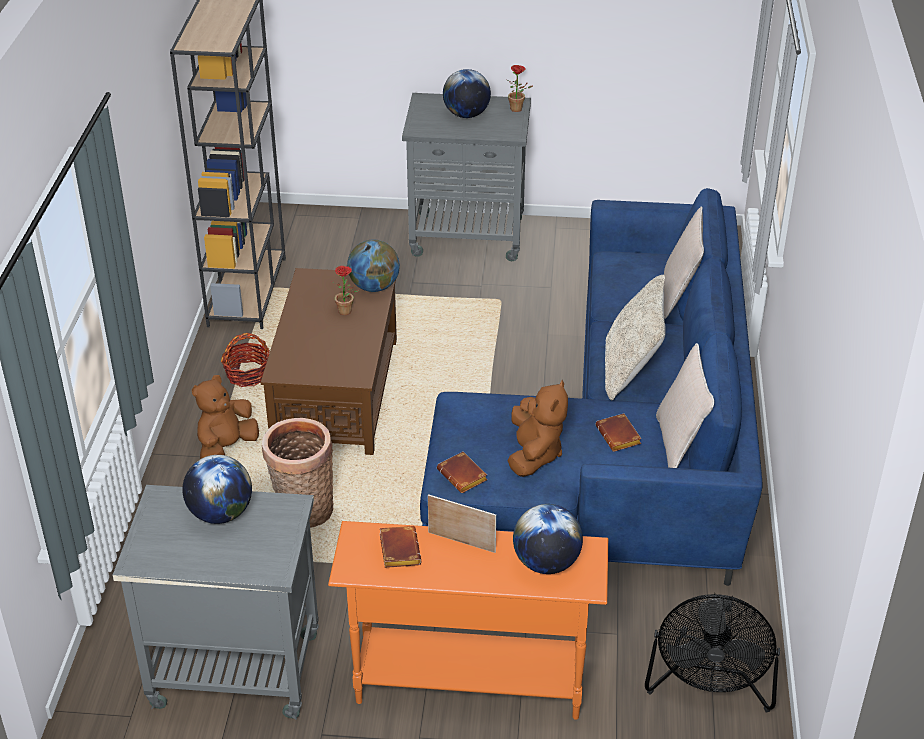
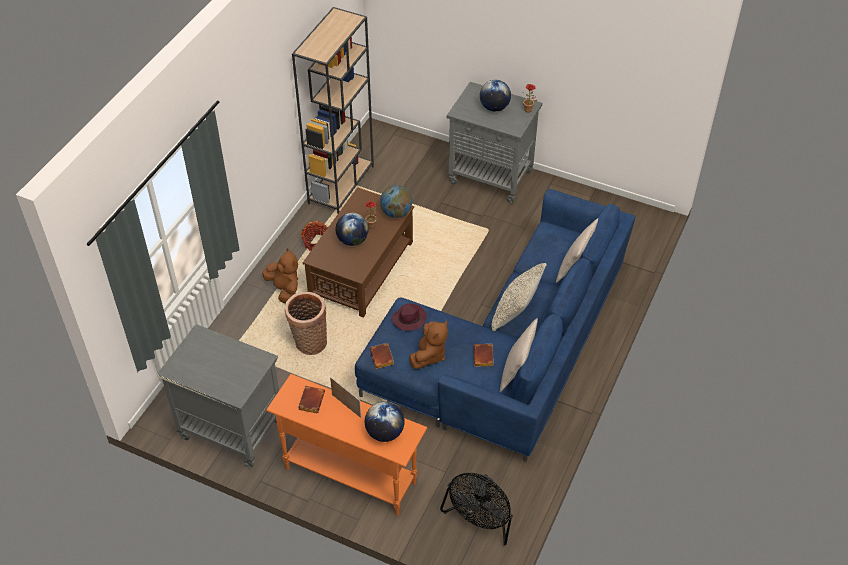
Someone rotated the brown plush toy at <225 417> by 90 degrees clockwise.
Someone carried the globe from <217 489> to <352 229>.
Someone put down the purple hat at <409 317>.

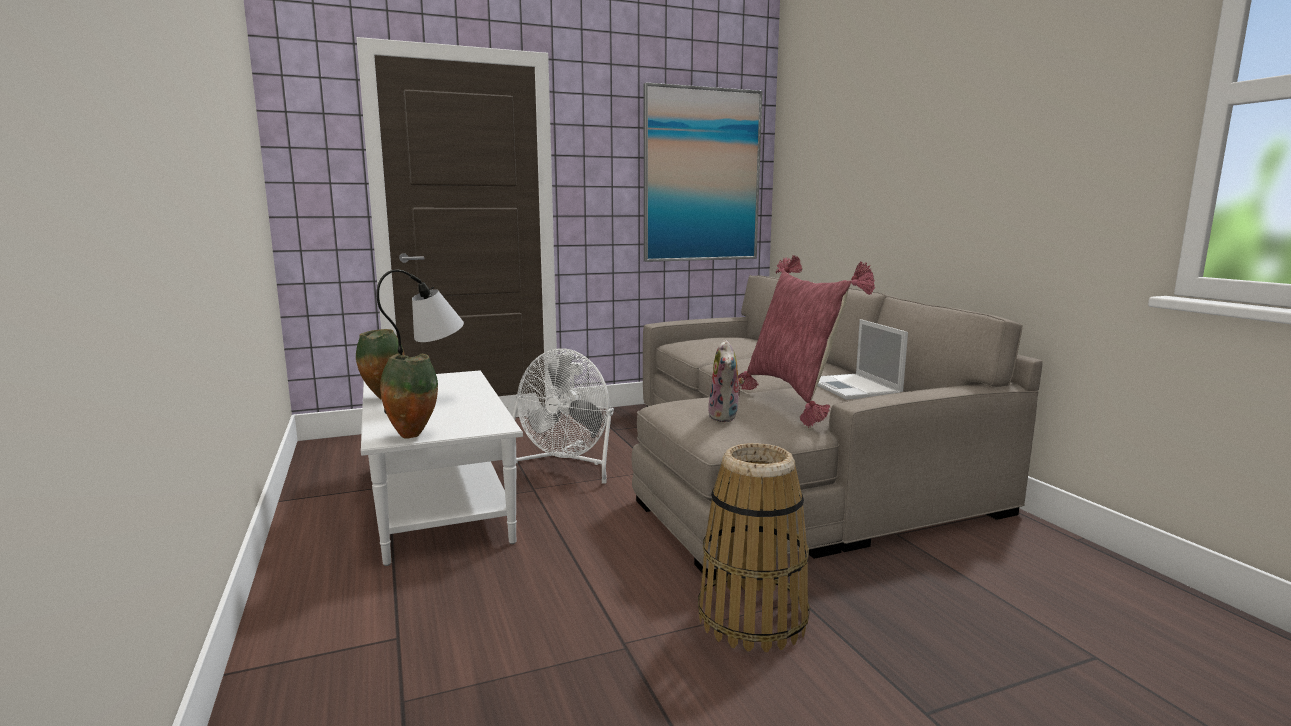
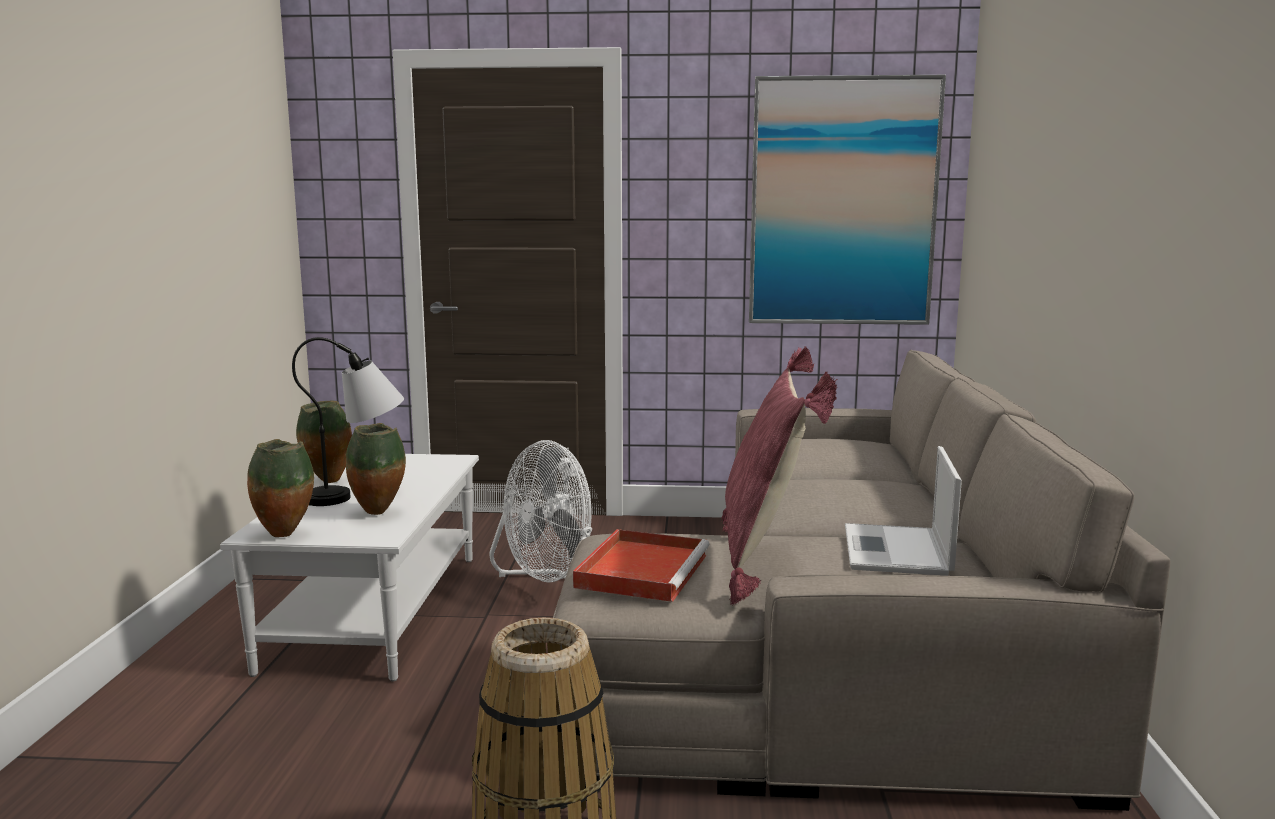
Someone swapped the plush toy at <726 380> for the red tray at <641 565>.
Someone put down the vase at <376 469>.

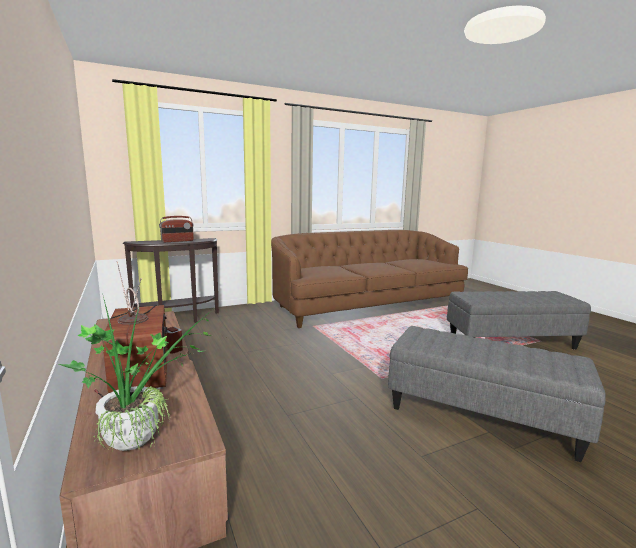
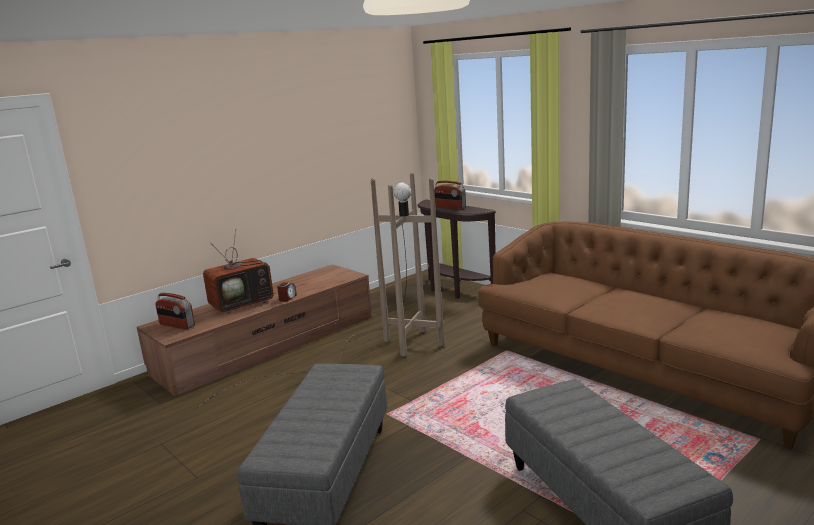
Someone swapped the potted plant at <135 374> for the radio at <175 311>.
Someone put down the brown floor lamp at <320 291>.

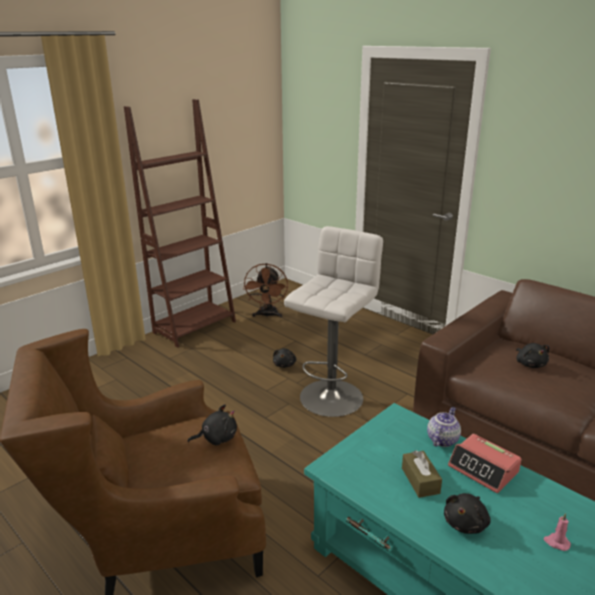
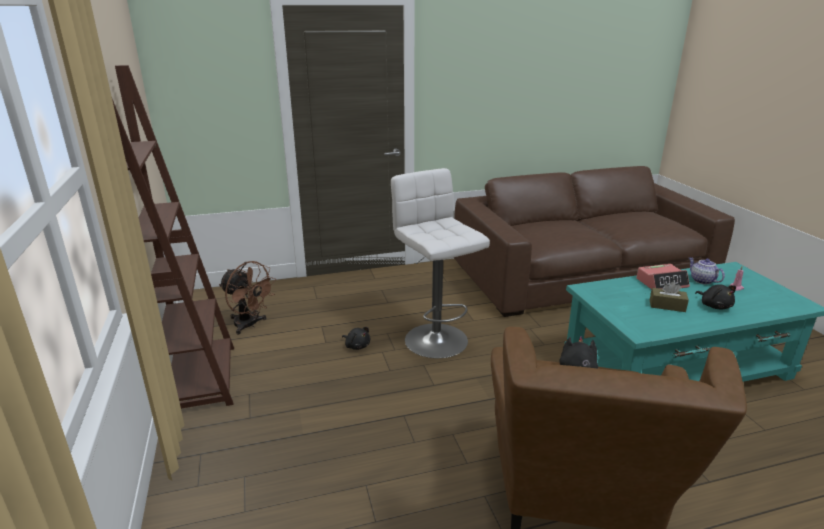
Someone took away the black plush toy at <533 355>.
Someone carried the teapot from <444 427> to <707 270>.

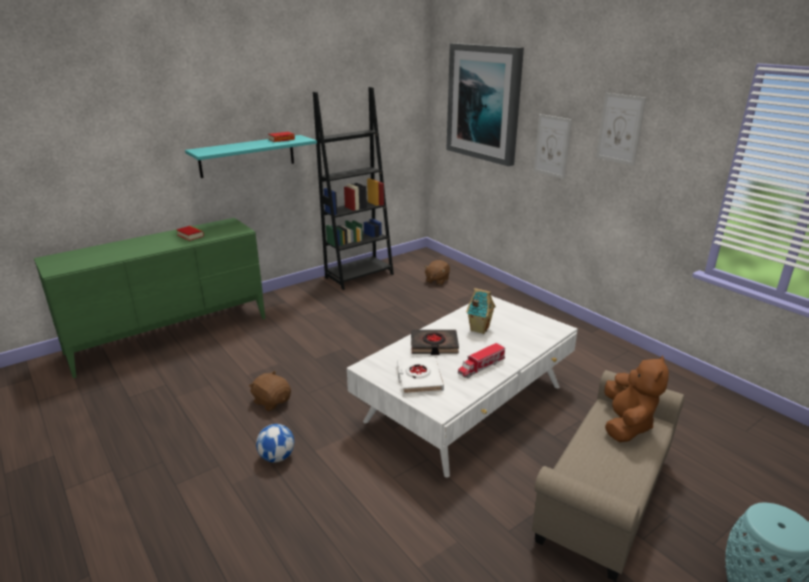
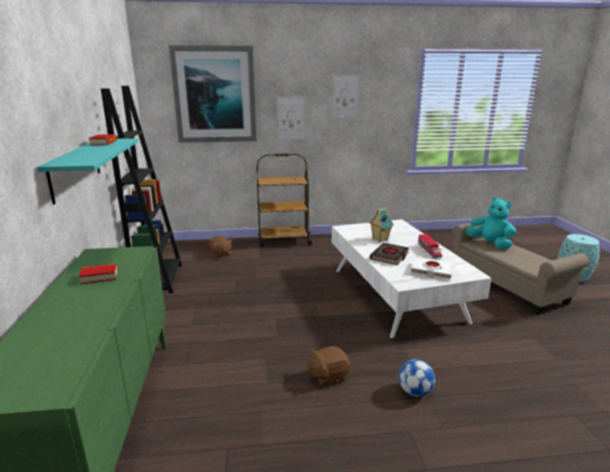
Someone repainted the brown plush toy at <637 398>, which became the turquoise plush toy at <491 223>.
Someone put down the brown cart at <284 200>.

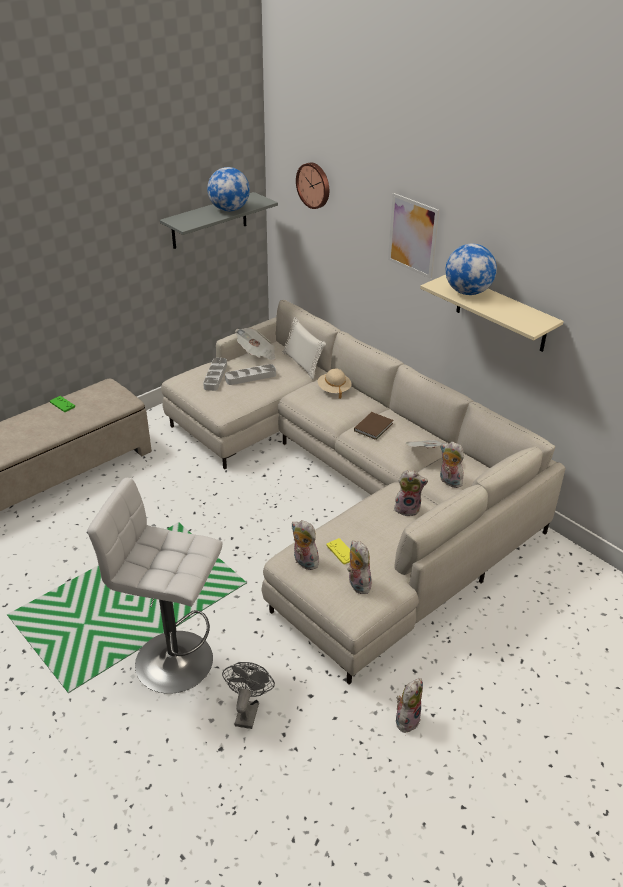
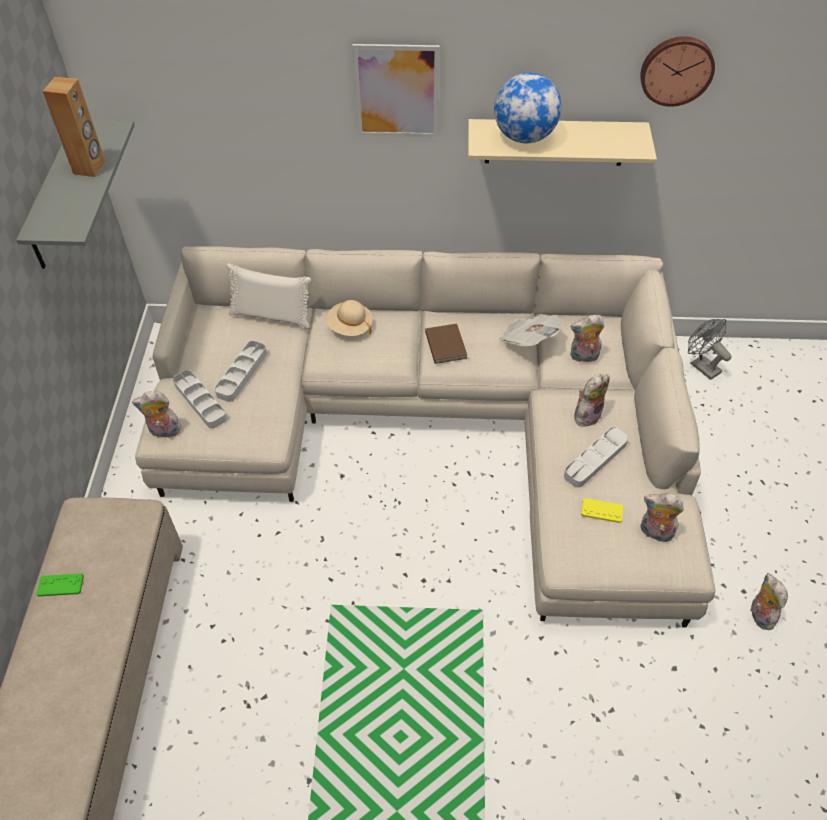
Someone carried the wall clock from <312 185> to <677 71>.
Someone swapped the globe at <228 189> for the brown speaker at <74 127>.
Someone took away the newspaper at <255 344>.
Someone took away the white stool at <154 586>.
Someone carried the plush toy from <306 545> to <157 414>.
Someone carried the grey fan from <248 695> to <710 349>.
Someone put down the grey tray at <596 457>.

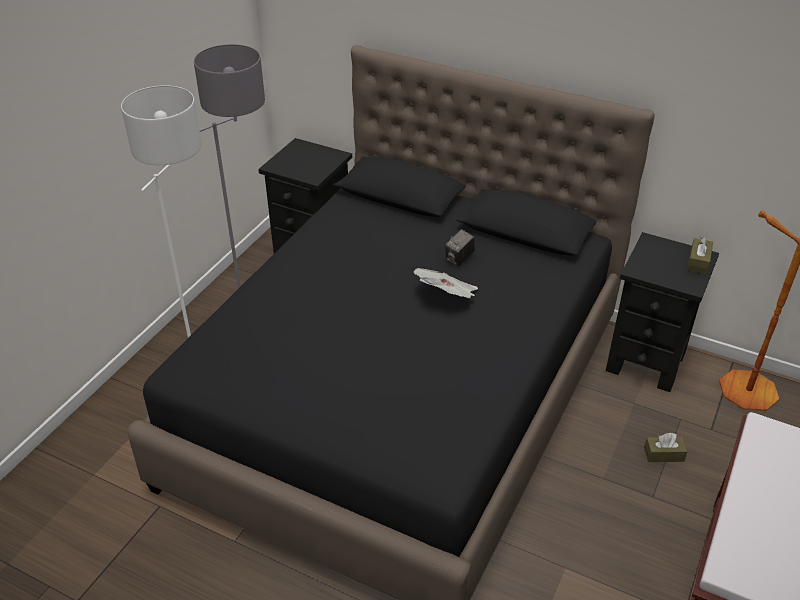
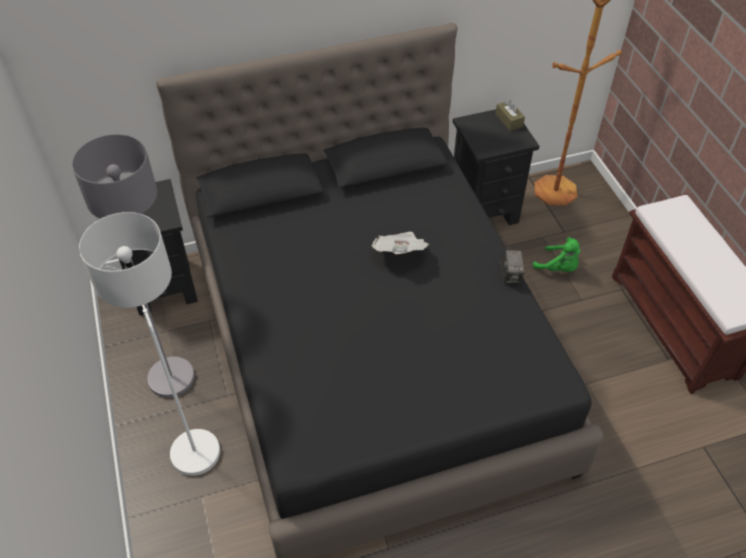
Someone carried the photo camera from <460 248> to <512 266>.
Someone swapped the brown tissue box at <666 447> for the green plush toy at <556 254>.

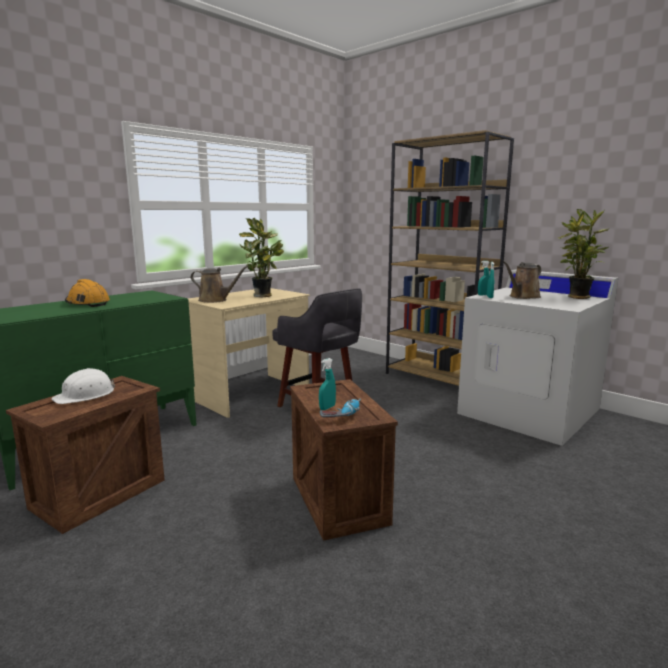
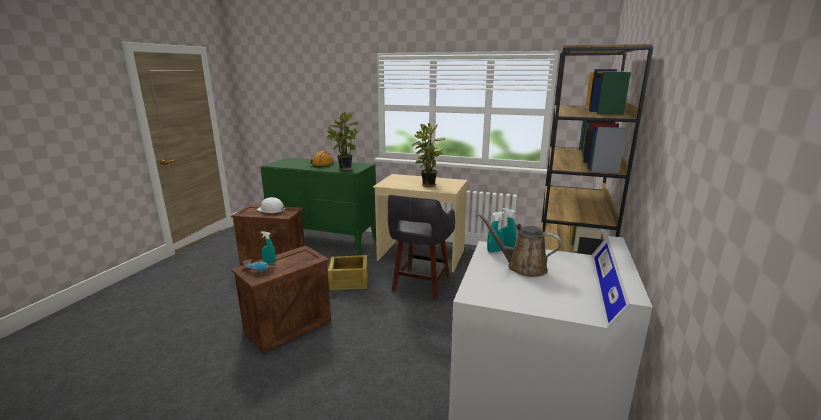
Someone carried the potted plant from <583 254> to <343 140>.
Someone took away the brown watering can at <220 284>.
Someone put down the crate at <348 272>.

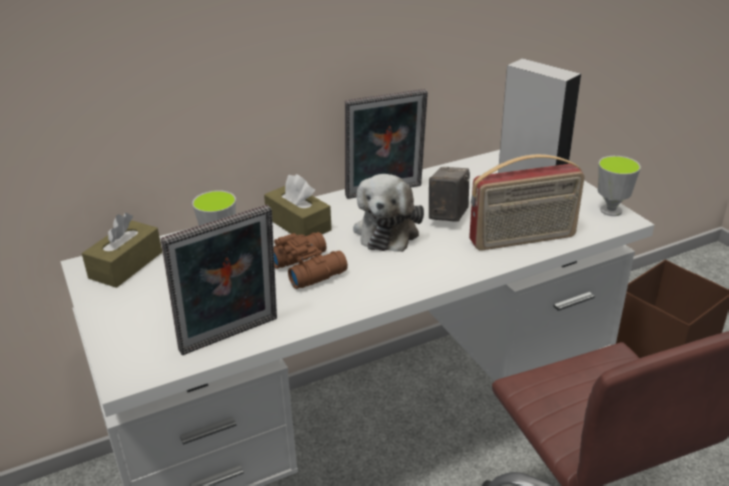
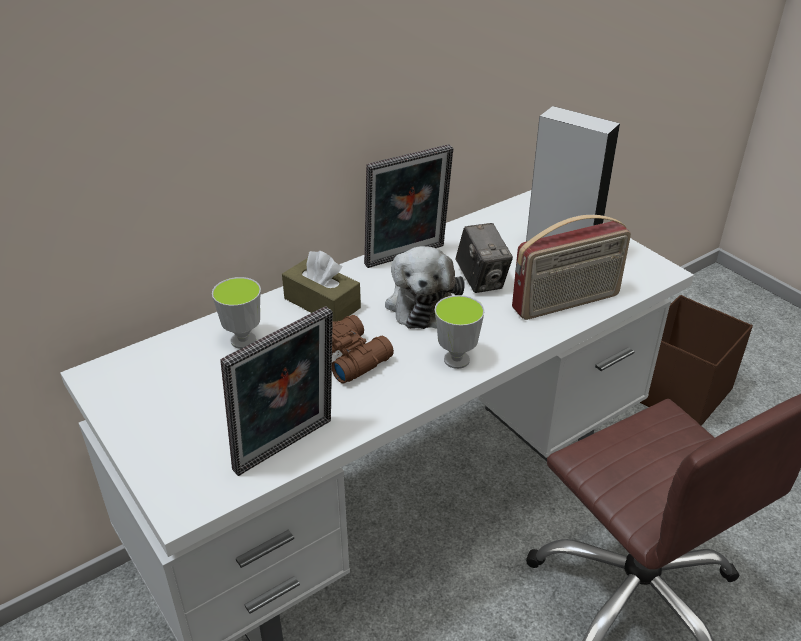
Someone carried the cup from <619 186> to <460 332>.
Someone rotated the photo camera at <449 194> by 150 degrees clockwise.
Someone took away the brown tissue box at <122 250>.

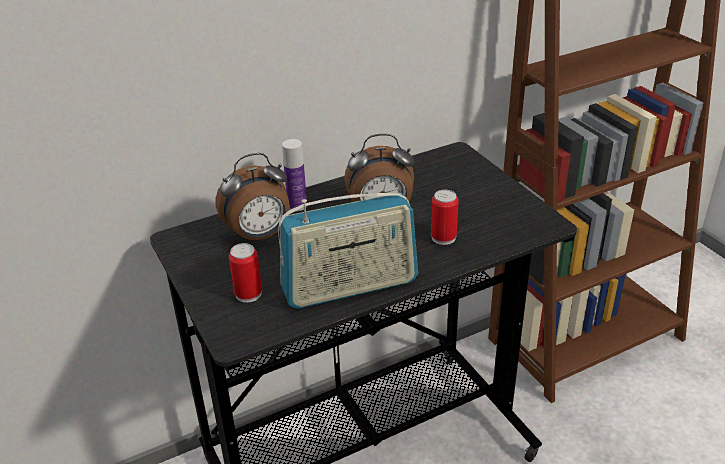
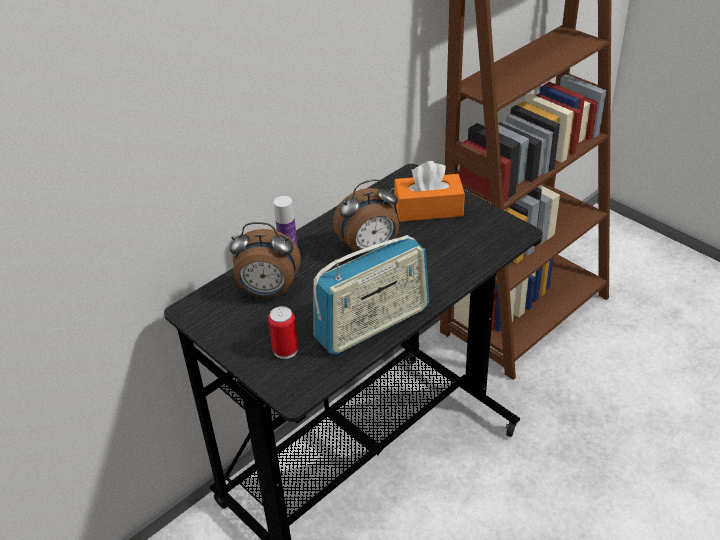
Someone rotated the alarm clock at <252 198> by 45 degrees clockwise.
Someone took away the can at <445 217>.
Someone put down the orange tissue box at <429 191>.

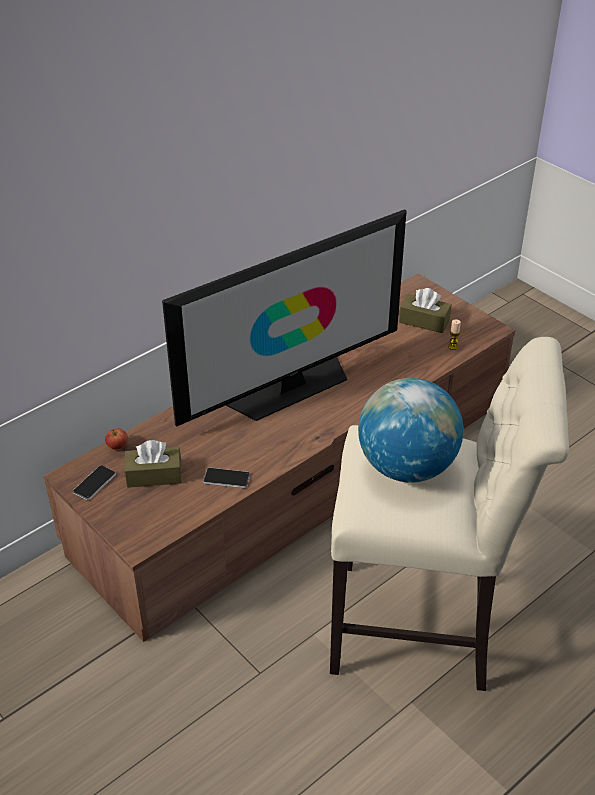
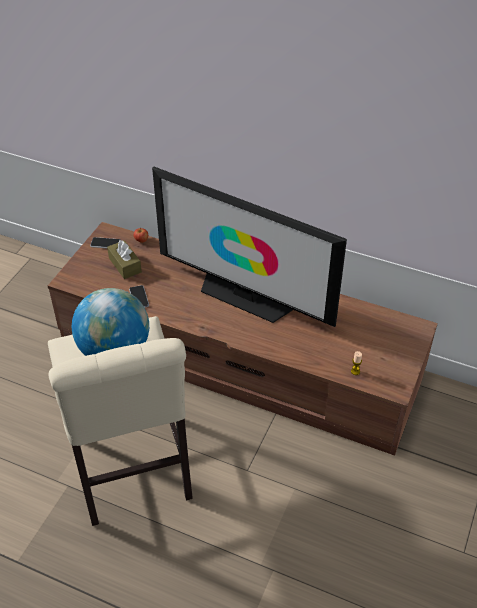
Someone took away the brown tissue box at <425 310>.

